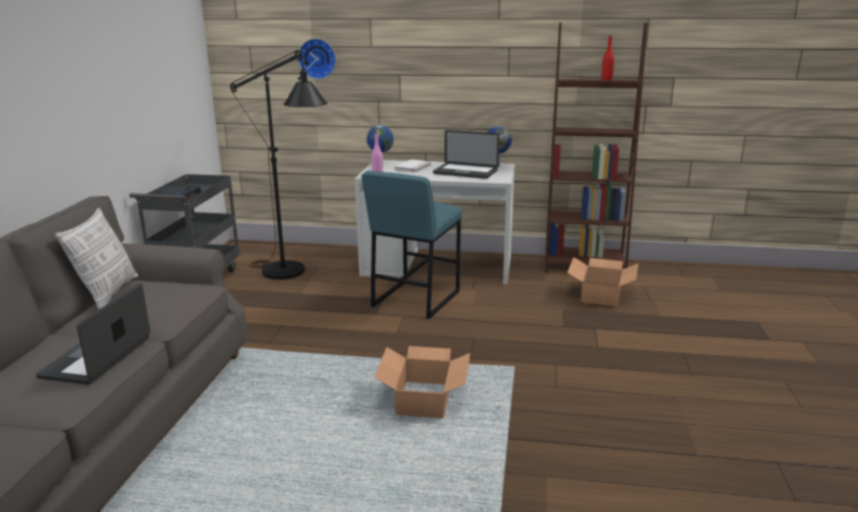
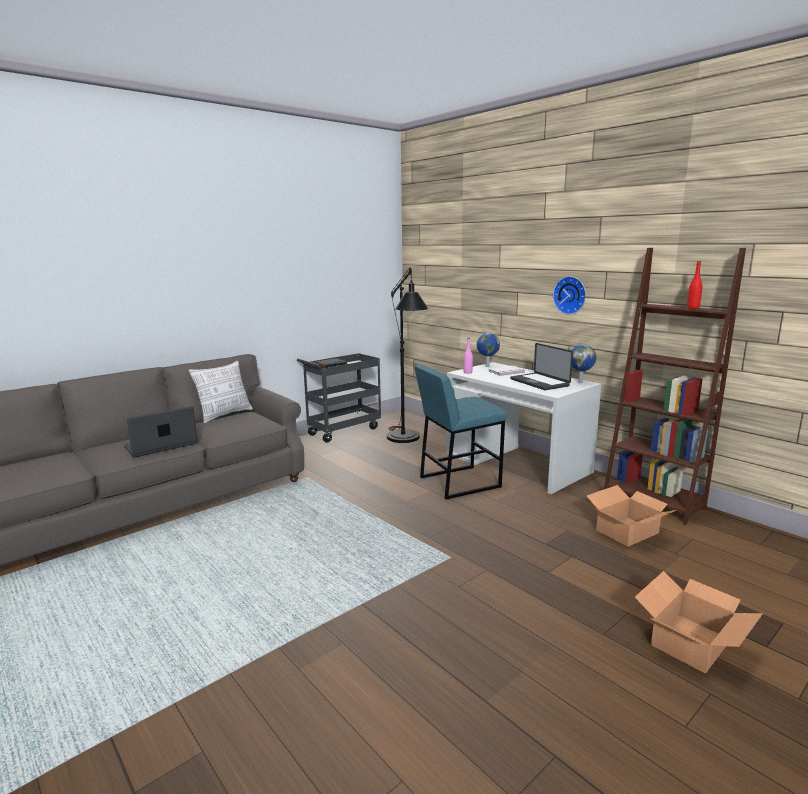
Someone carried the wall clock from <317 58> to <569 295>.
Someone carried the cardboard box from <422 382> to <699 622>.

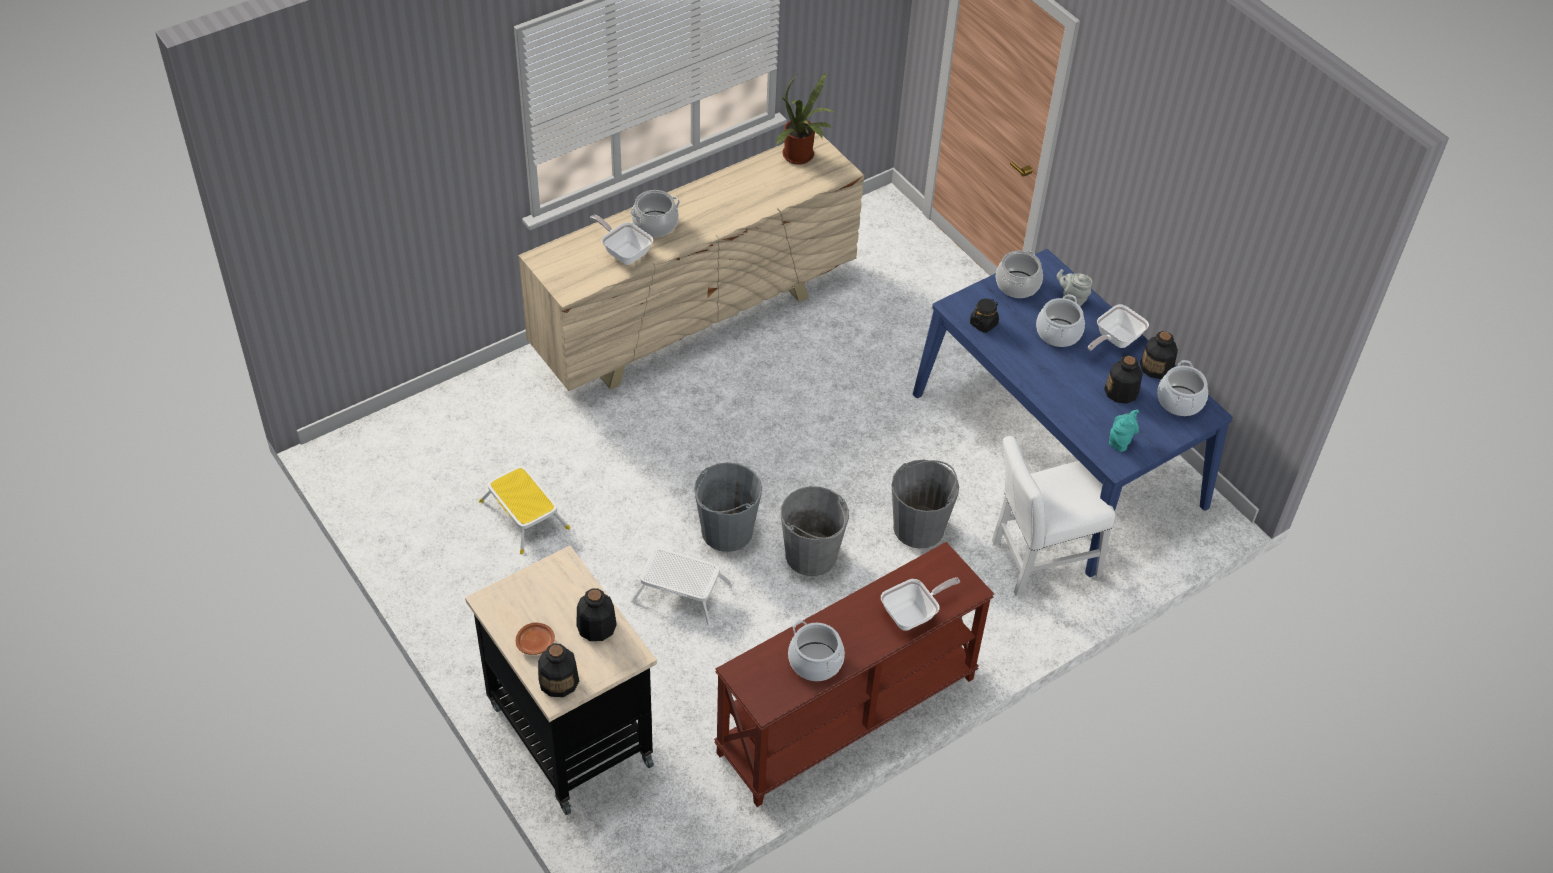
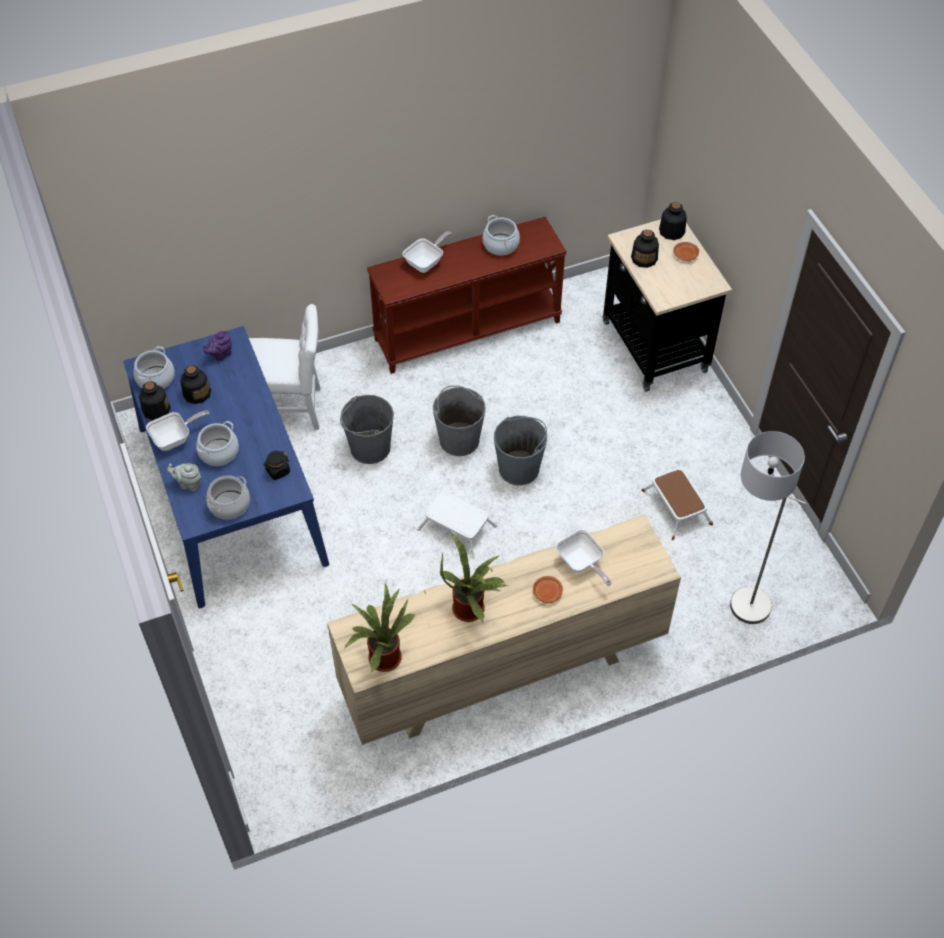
Someone swapped the cooking pot at <655 213> for the brown plate at <548 589>.
Someone rotated the grey teapot at <1074 287> by 150 degrees clockwise.
Someone repainted the turquoise teapot at <1124 430>, which became the purple teapot at <217 346>.
Someone repainted the yellow step ladder at <524 510>, which became the brown step ladder at <677 504>.
Someone carried the white step ladder from <680 587> to <457 525>.
Someone rotated the frying pan at <920 604> by 150 degrees clockwise.
Someone put down the grey floor lamp at <768 527>.
Someone put down the potted plant at <473 578>.

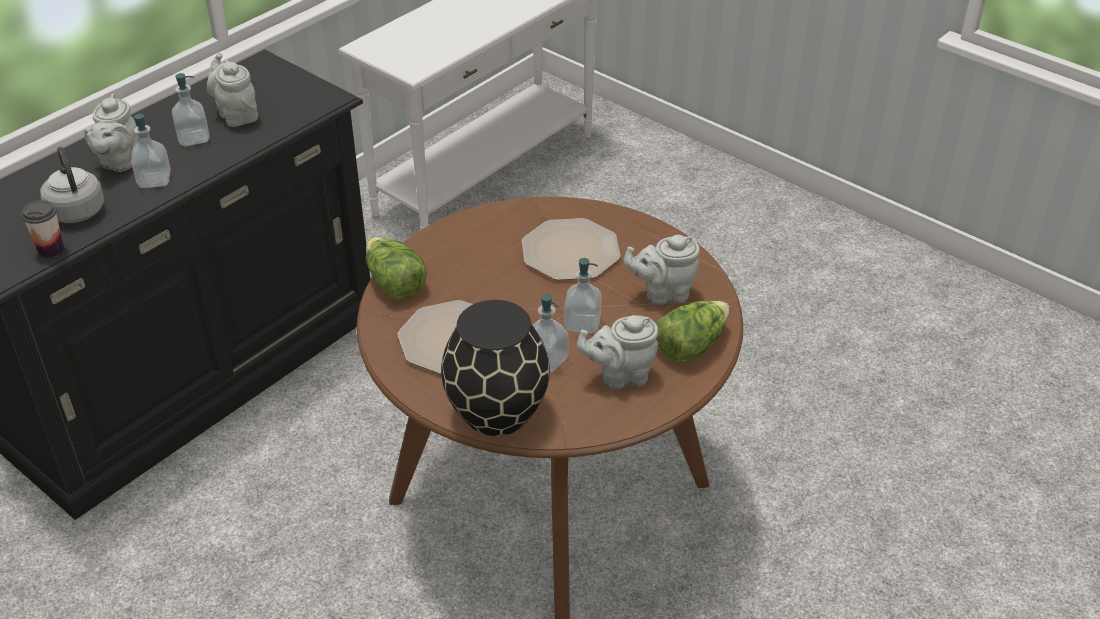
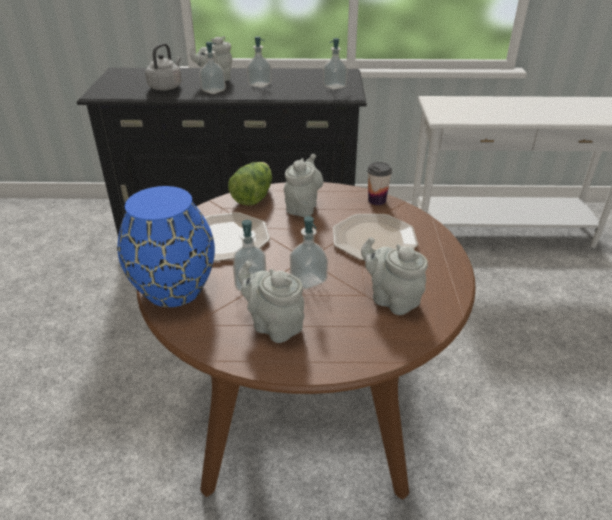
Someone carried the grey teapot from <232 90> to <303 185>.
Someone carried the cup from <42 229> to <379 183>.
Someone repainted the black vase at <495 368>, which became the blue vase at <166 246>.
Someone took away the lettuce at <693 332>.
Someone put down the soap dispenser at <335 64>.

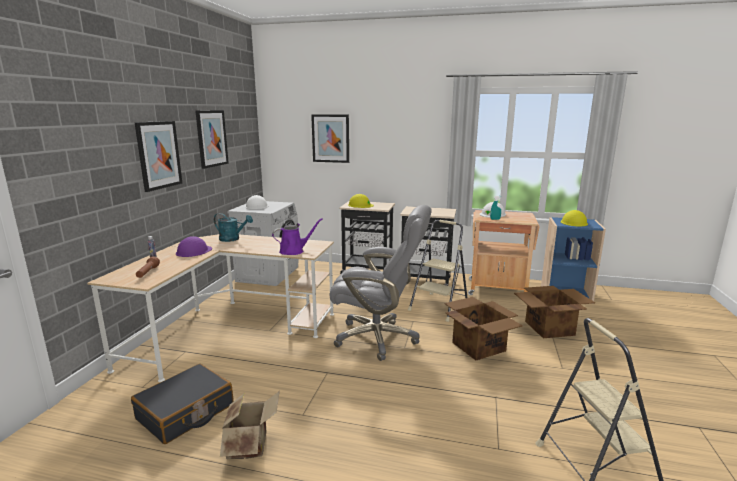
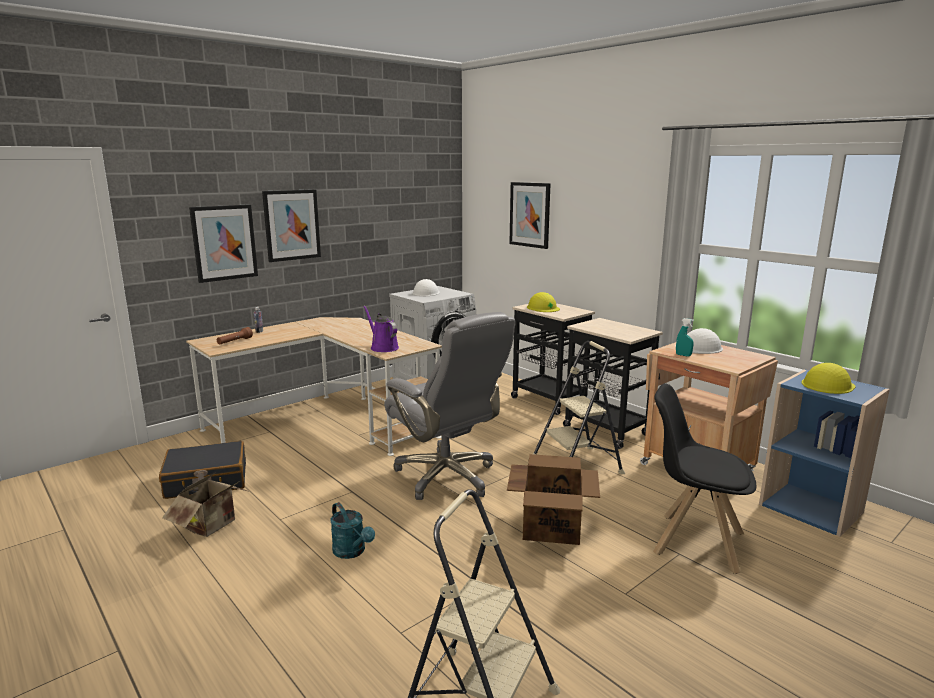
Someone carried the picture from <212 139> to <223 243>.
Someone carried the turquoise watering can from <233 227> to <352 530>.
Someone rotated the purple watering can at <297 236> by 135 degrees counterclockwise.
Someone took away the purple hard hat at <194 246>.
Someone swapped the cardboard box at <554 312> for the black chair at <704 478>.

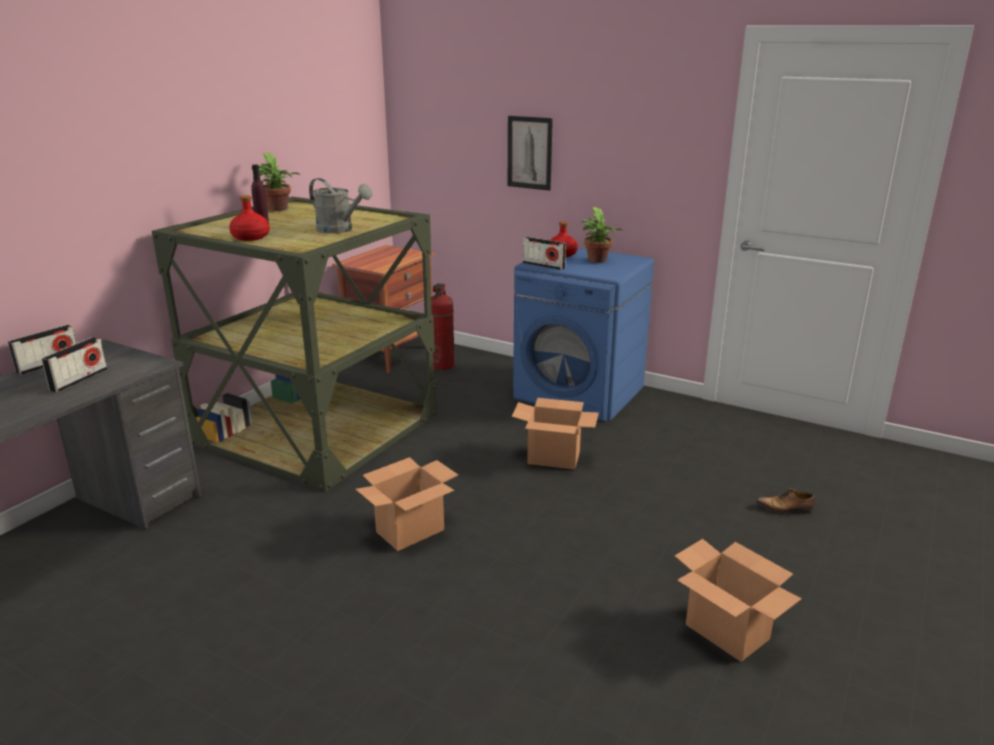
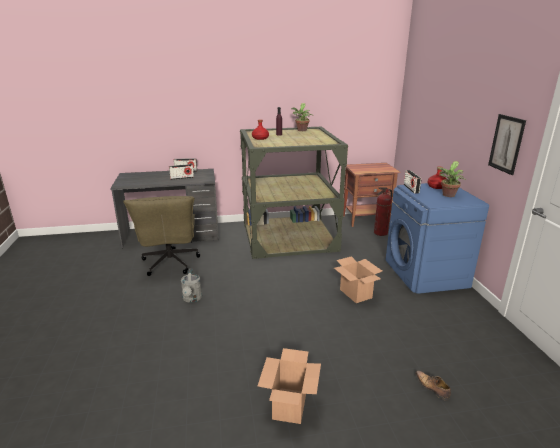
Someone carried the picture from <530 153> to <507 144>.
Someone carried the grey watering can from <340 205> to <191 286>.
Someone took away the cardboard box at <406 504>.
Someone put down the beige office chair at <161 236>.

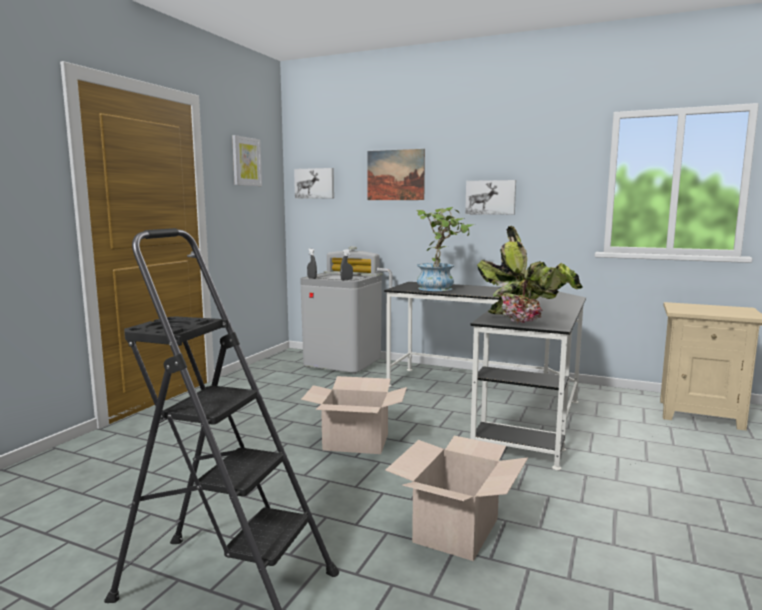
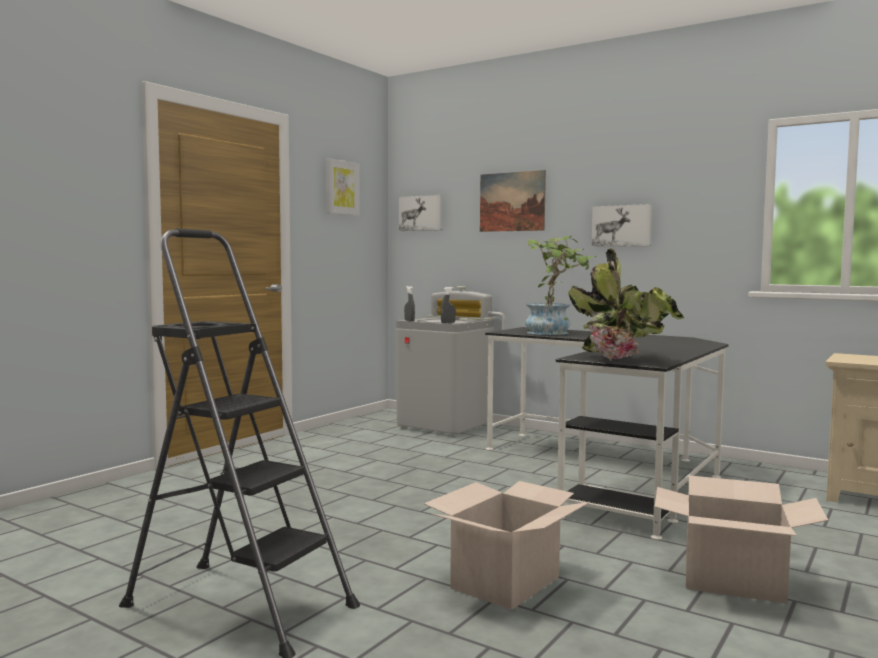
Someone carried the cardboard box from <354 415> to <742 539>.

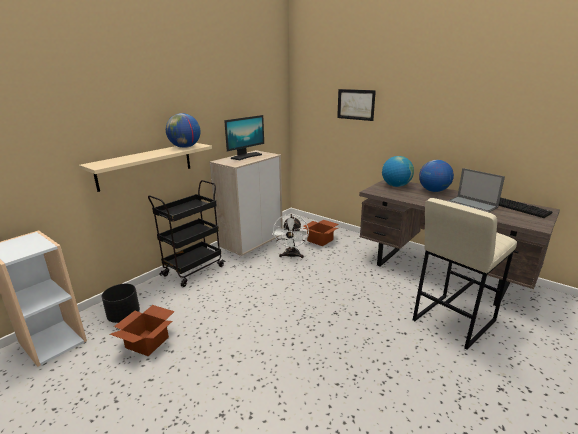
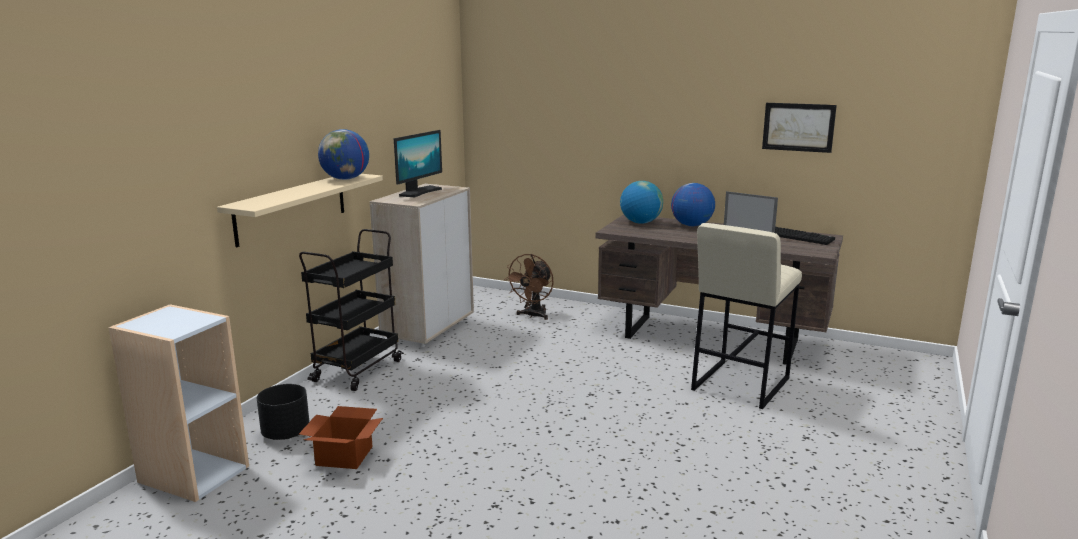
Someone carried the picture from <356 105> to <799 128>.
Someone took away the white fan at <290 236>.
Someone swapped the cardboard box at <320 233> for the brown fan at <529 287>.

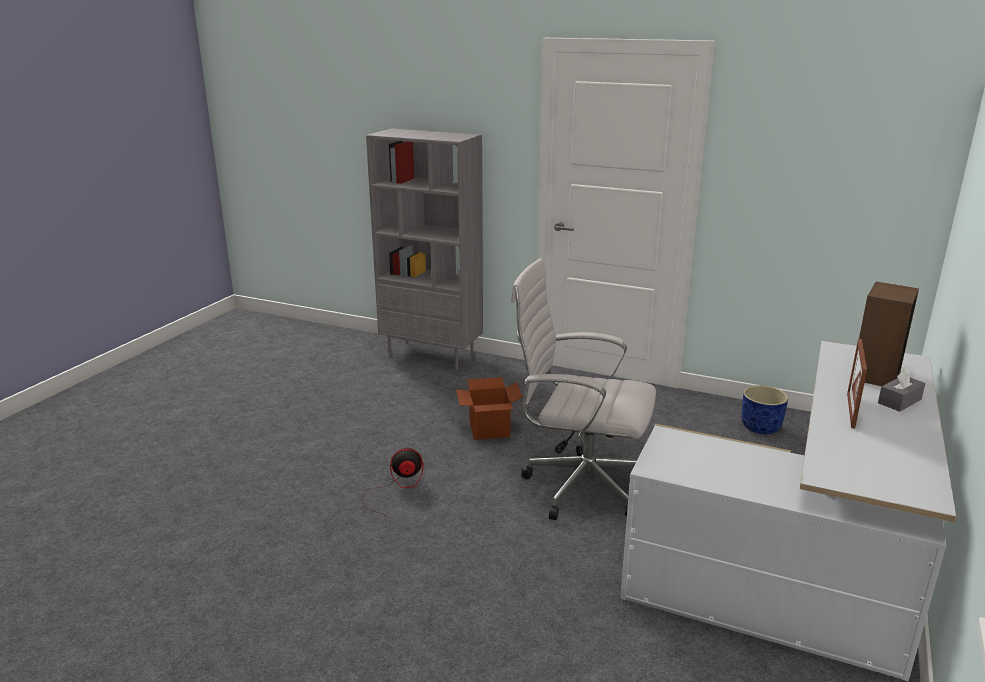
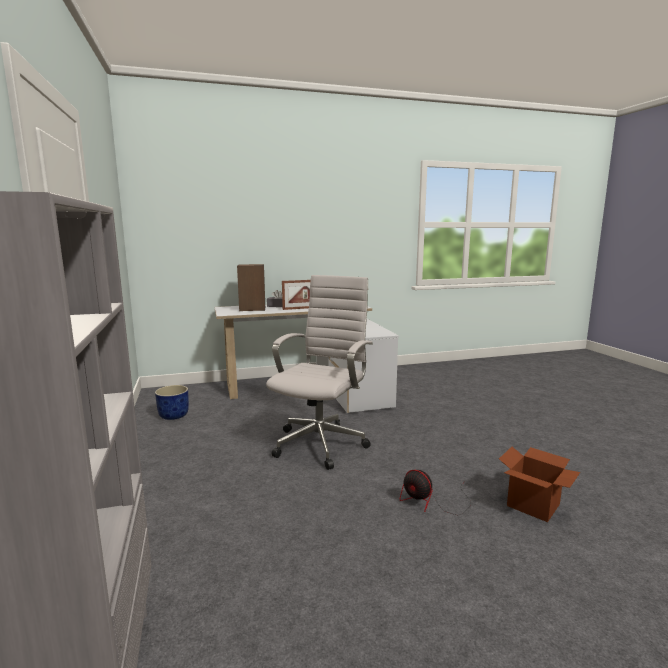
Someone rotated the white office chair at <583 389> by 135 degrees counterclockwise.
Someone carried the cardboard box from <489 408> to <539 484>.

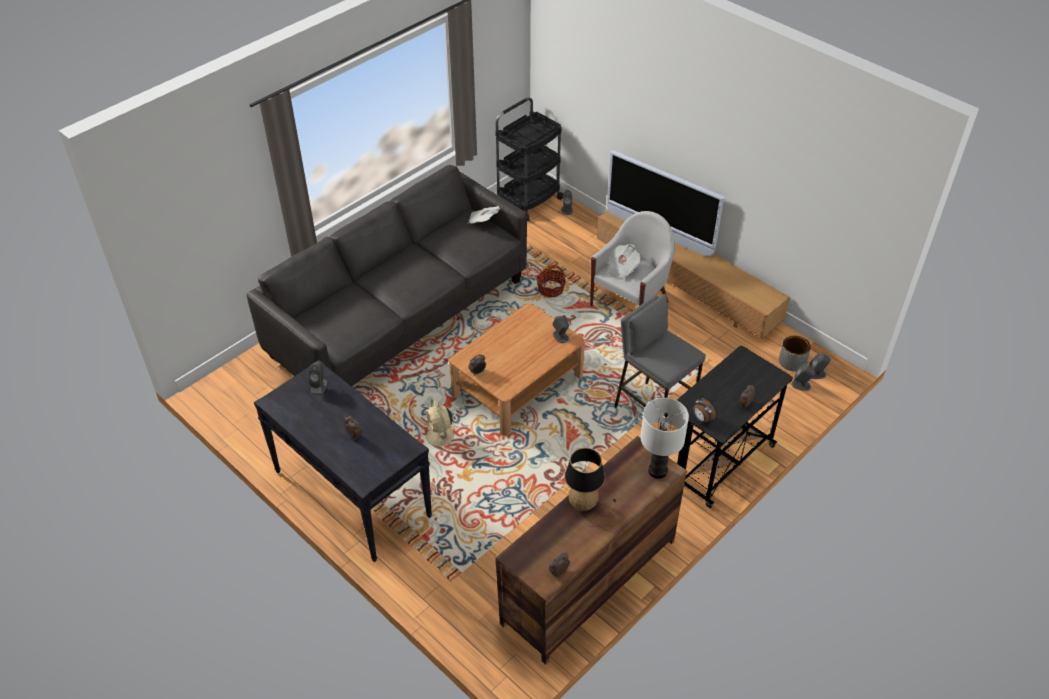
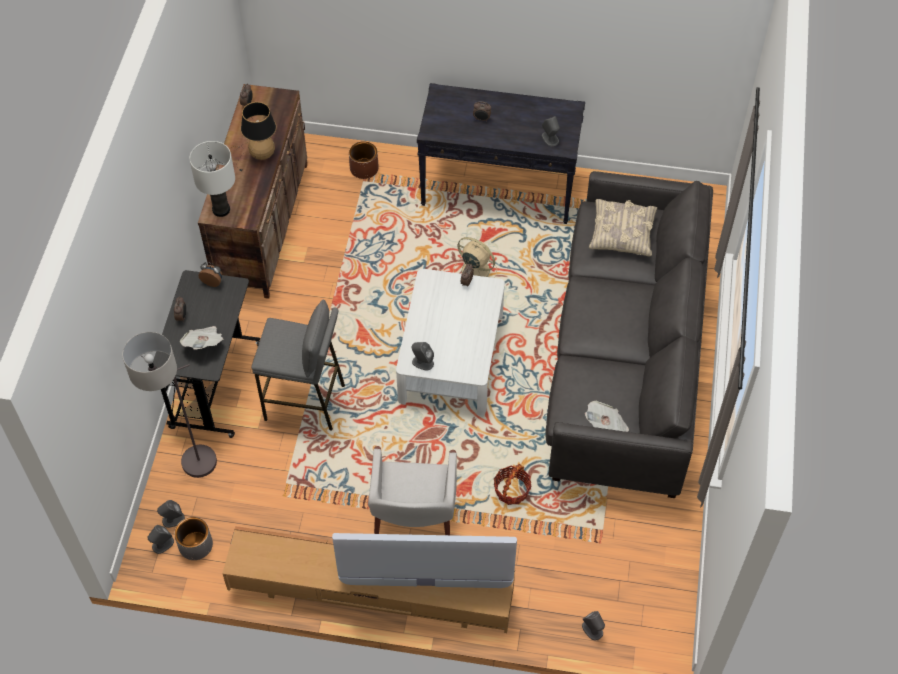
Someone took away the black cart at <529 159>.
Someone carried the newspaper from <624 261> to <202 338>.
Someone repainted the brown coffee table at <517 369>, which became the white coffee table at <450 342>.
Someone put down the brown planter at <364 160>.
Someone put down the beige pillow at <623 227>.
Someone put down the grey floor lamp at <169 405>.

